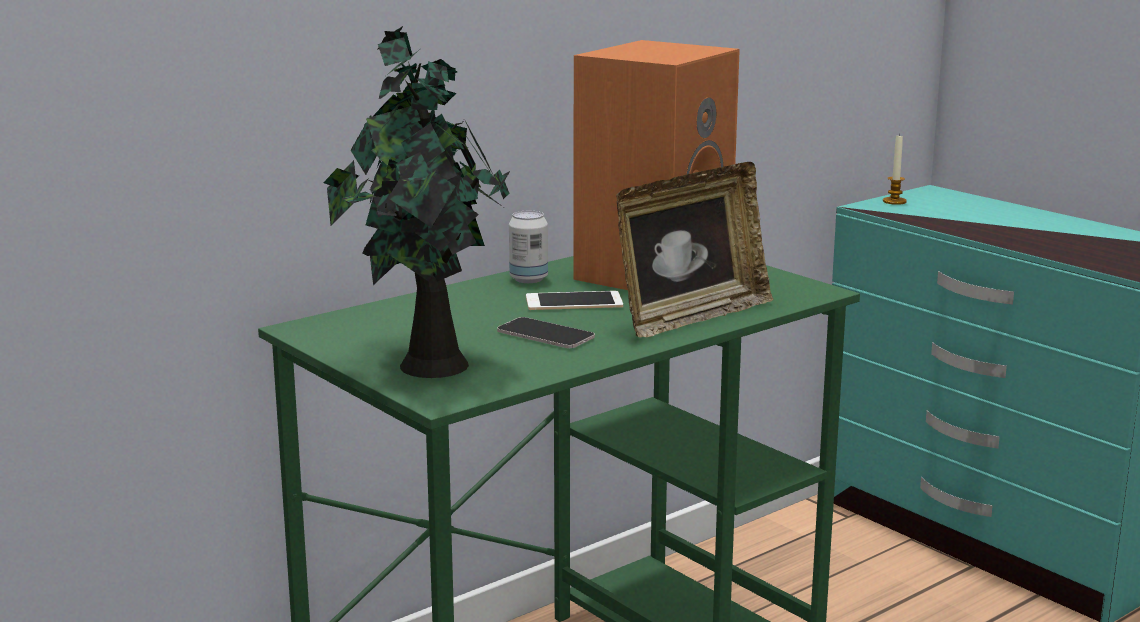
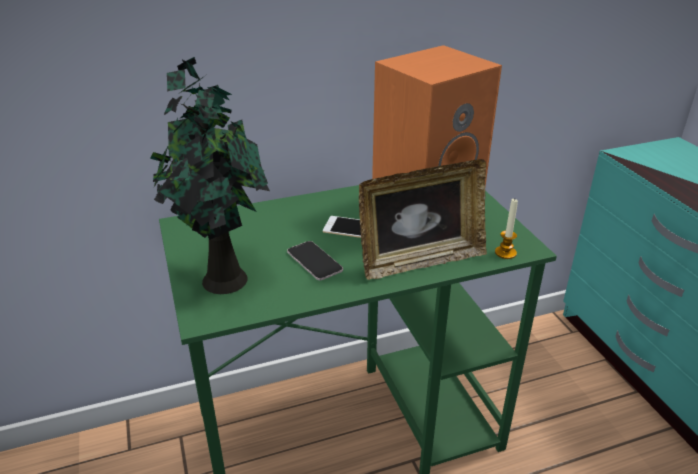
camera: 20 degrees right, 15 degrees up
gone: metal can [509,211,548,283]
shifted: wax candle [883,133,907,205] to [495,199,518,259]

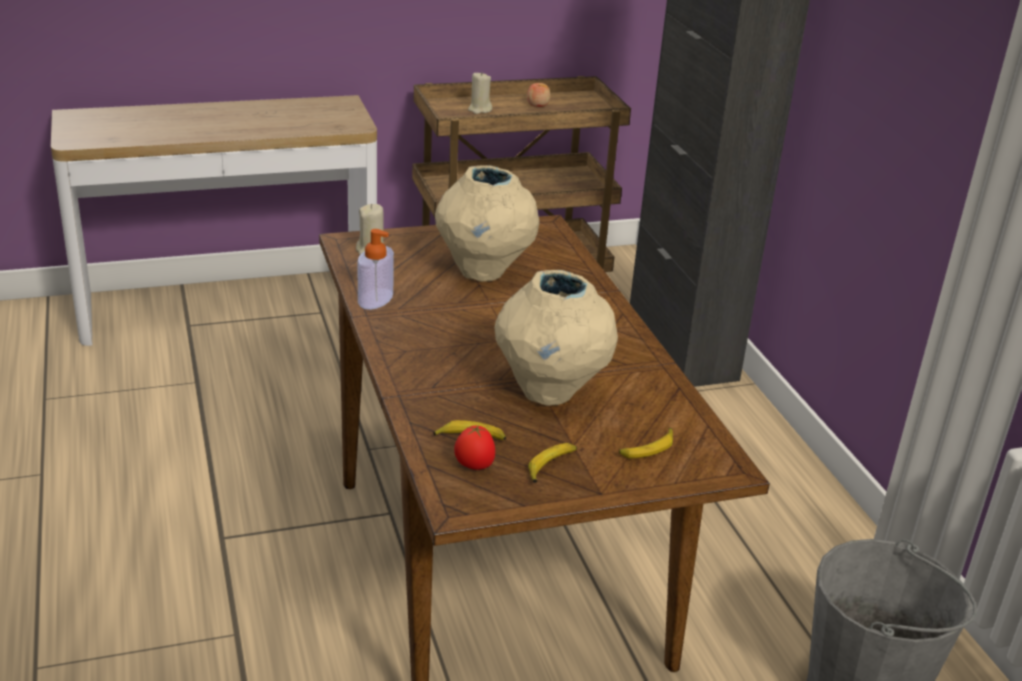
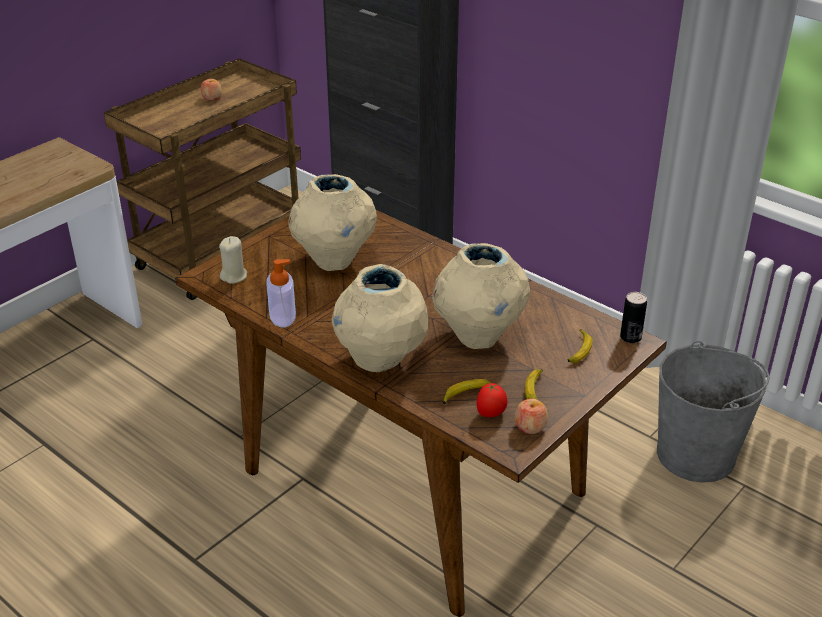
camera: 30 degrees left, 5 degrees up
gone: sand-coloured wax candle [468,72,492,114]
new: sand-coloured vase [332,264,428,372]; metal can [620,292,647,343]; apple fruit [515,398,548,434]

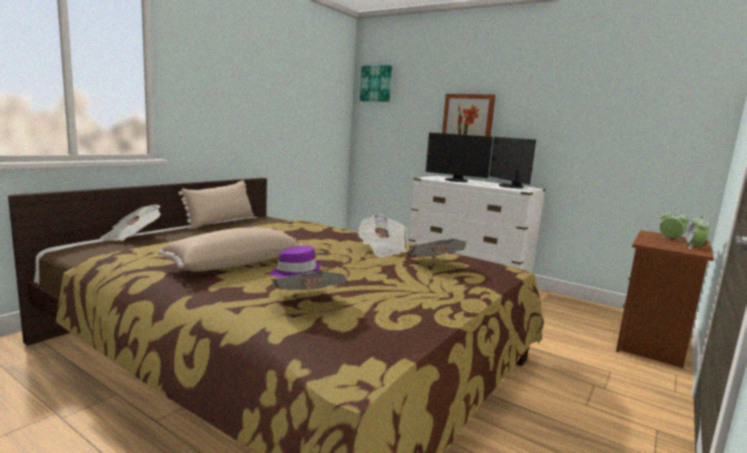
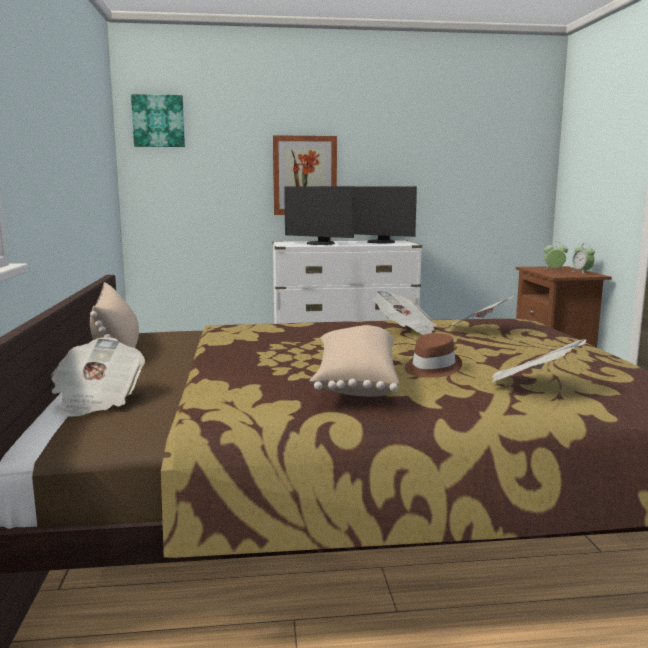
camera: 40 degrees left, 0 degrees up
repainted: purple-coloured wearable hat [270,246,321,278] to brown wearable hat [405,333,462,378]
rotated: monitor [426,133,493,182] = [284,186,354,245] 45 degrees clockwise

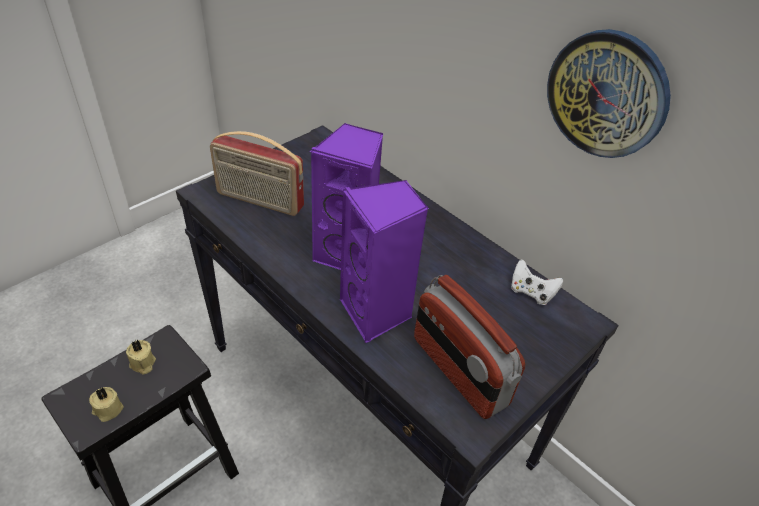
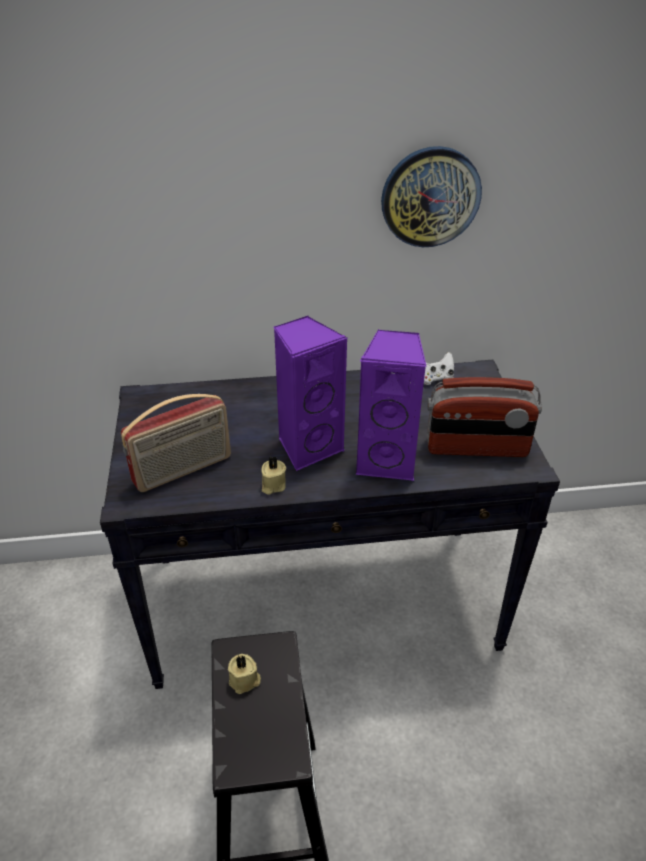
camera: 50 degrees left, 5 degrees down
shifted: sand-coloured wax candle [89,387,124,422] to [261,456,286,495]

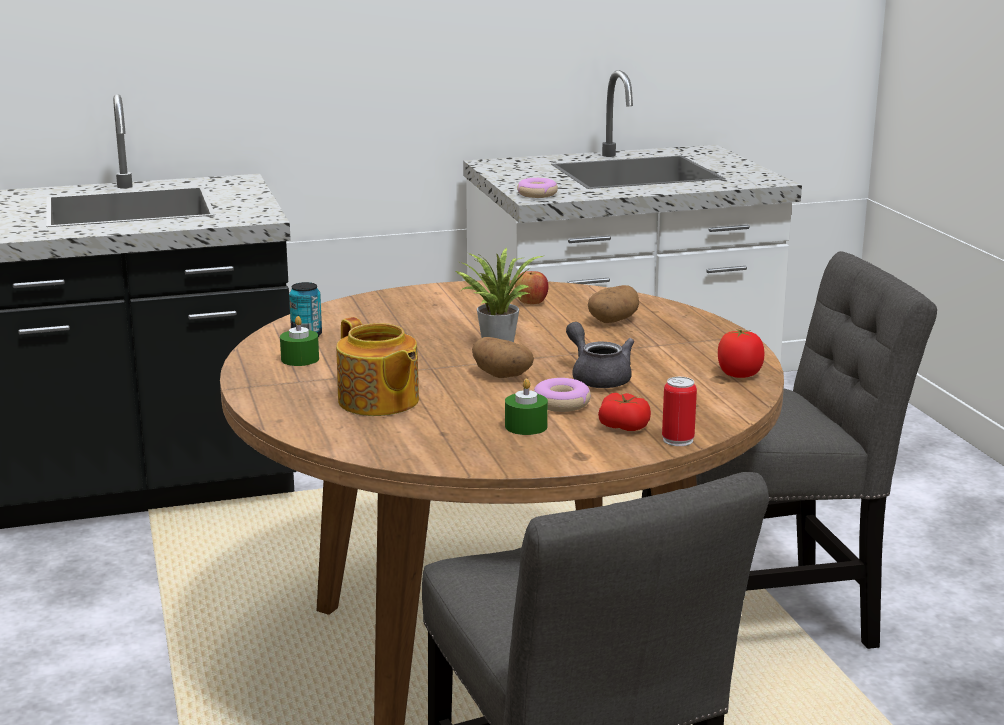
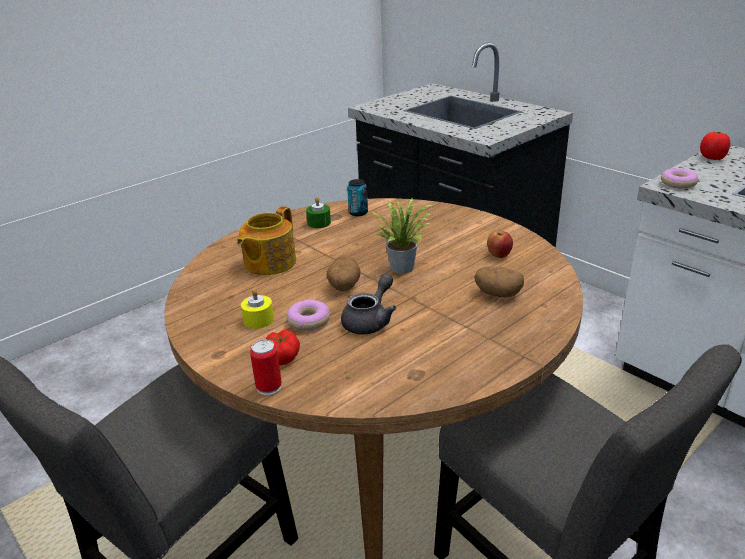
camera: 65 degrees right, 10 degrees up
shifted: fresh tomato [718,329,764,378] to [700,132,730,160]
repainted: green wax candle [505,379,548,435] to yellow-coloured wax candle [241,289,274,329]

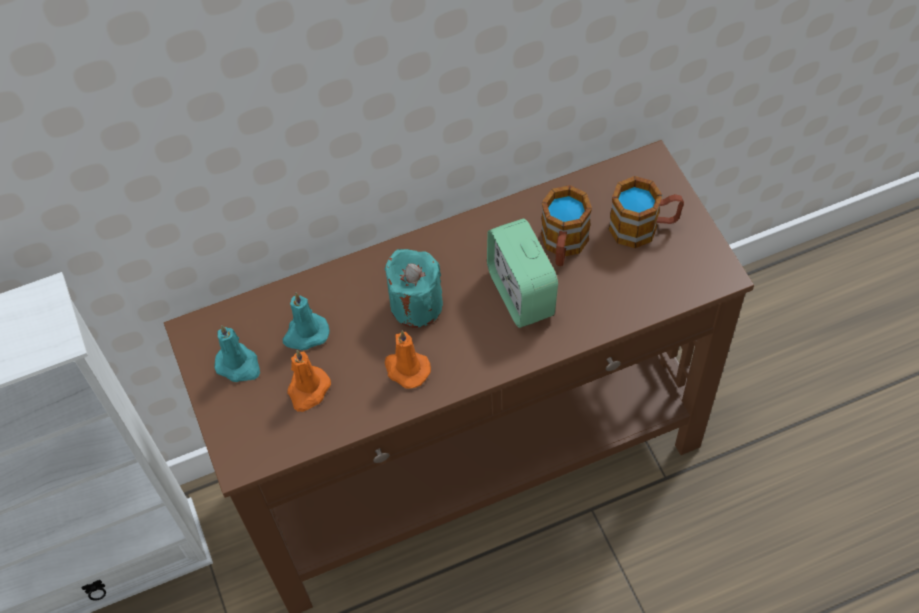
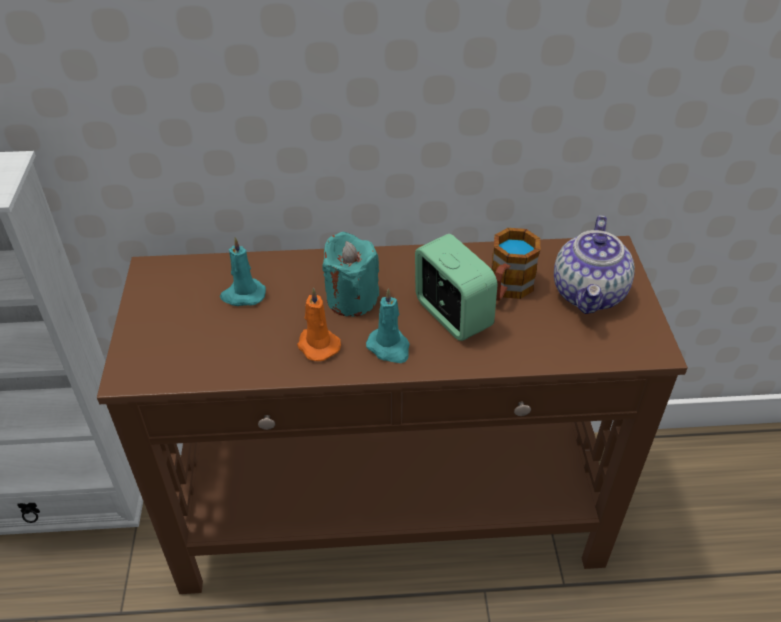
camera: 15 degrees right, 15 degrees down
gone: orangey wax candle [287,350,331,412]
shifted: turquoise-coloured wax candle [214,325,260,382] to [366,288,410,363]
swapped: tea mug [609,176,684,248] to tea pot [554,215,635,314]
rotated: bedside clock [487,219,558,328] = [415,234,498,341] 150 degrees clockwise

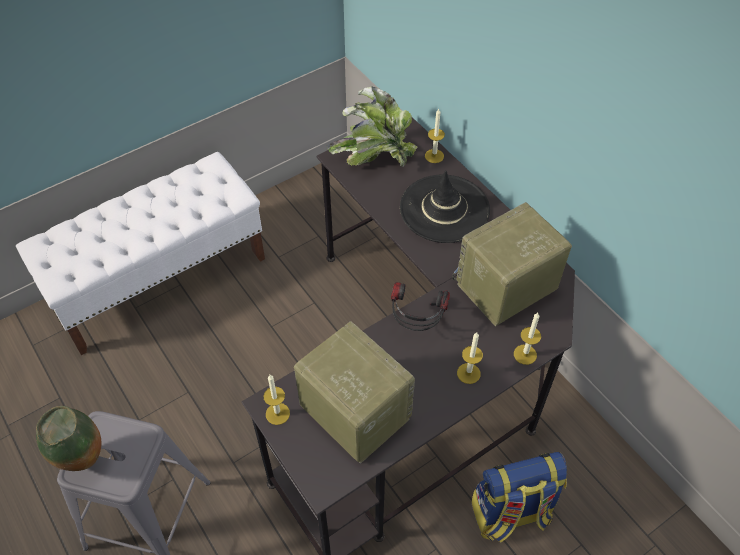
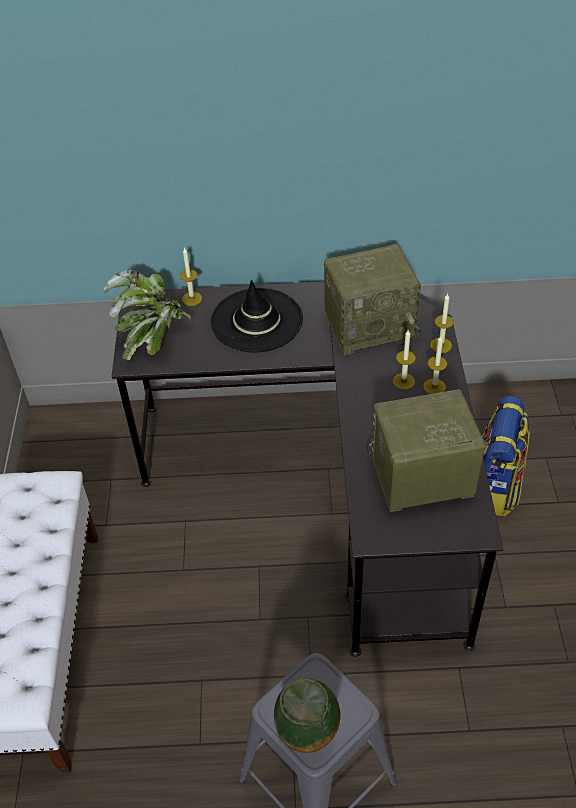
camera: 55 degrees left, 5 degrees down
gone: pair of headphones [391,282,450,331]
shifted: wax candle [263,375,290,425] to [393,330,416,390]
rotated: radio receiver [452,202,572,327] = [324,244,421,355] 105 degrees counterclockwise

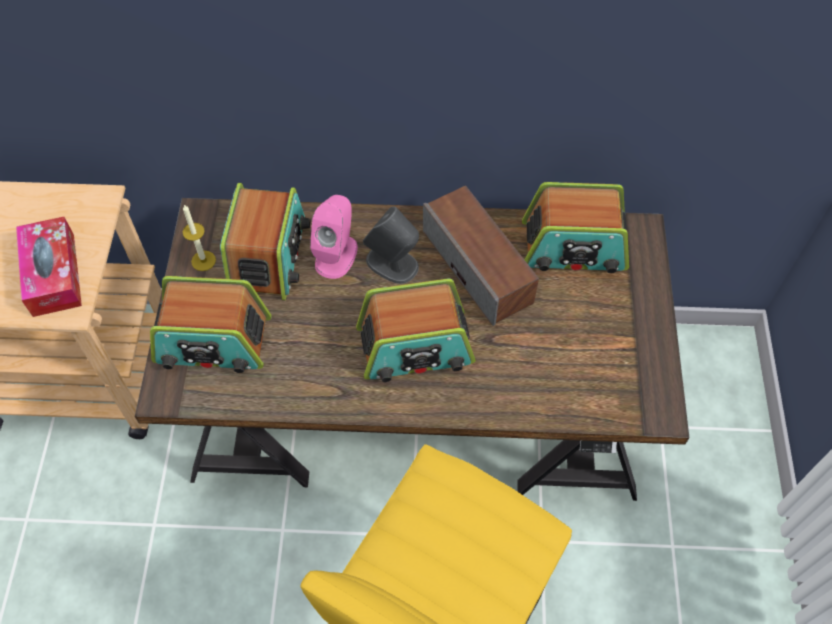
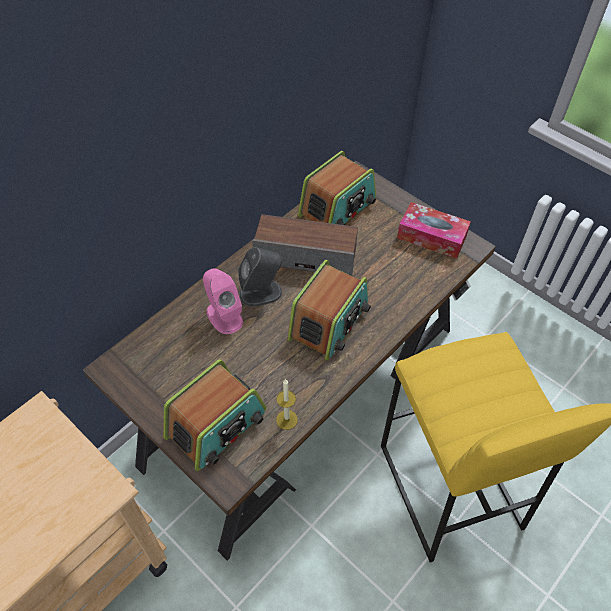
camera: 50 degrees left, 5 degrees down
gone: radio receiver [220,183,311,300]
shifted: wax candle [183,205,216,271] to [276,379,298,430]; box of tissues [16,217,82,317] to [397,202,471,259]

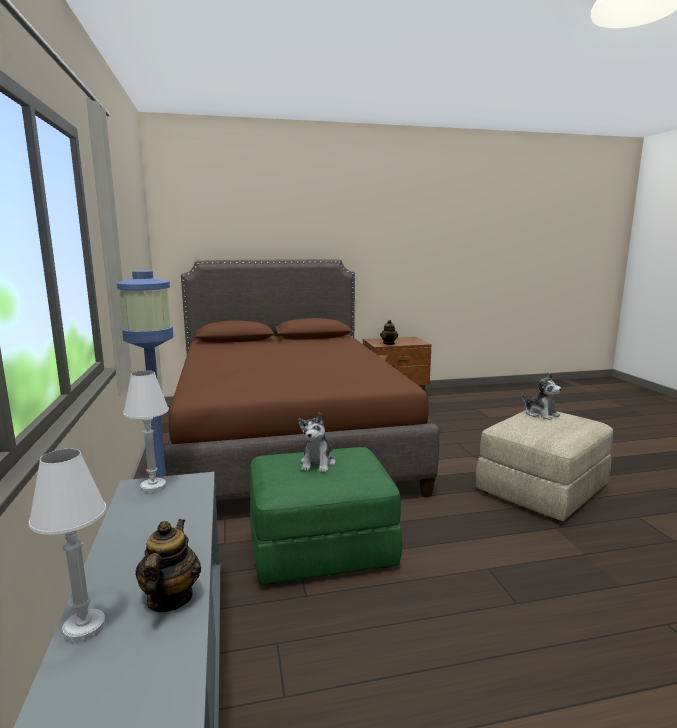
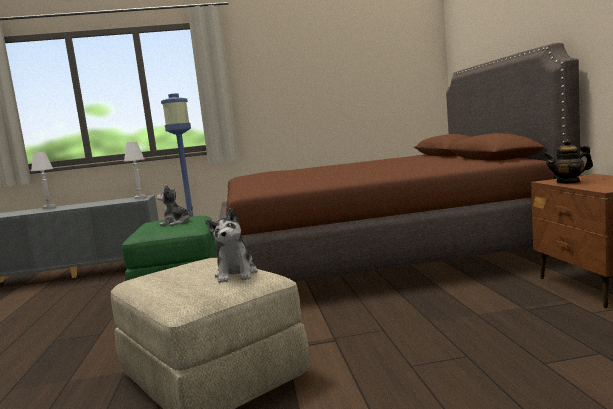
camera: 95 degrees right, 5 degrees down
gone: tea pot [135,519,201,612]
rotated: soft toy [522,373,562,420] = [205,208,258,283] 60 degrees counterclockwise

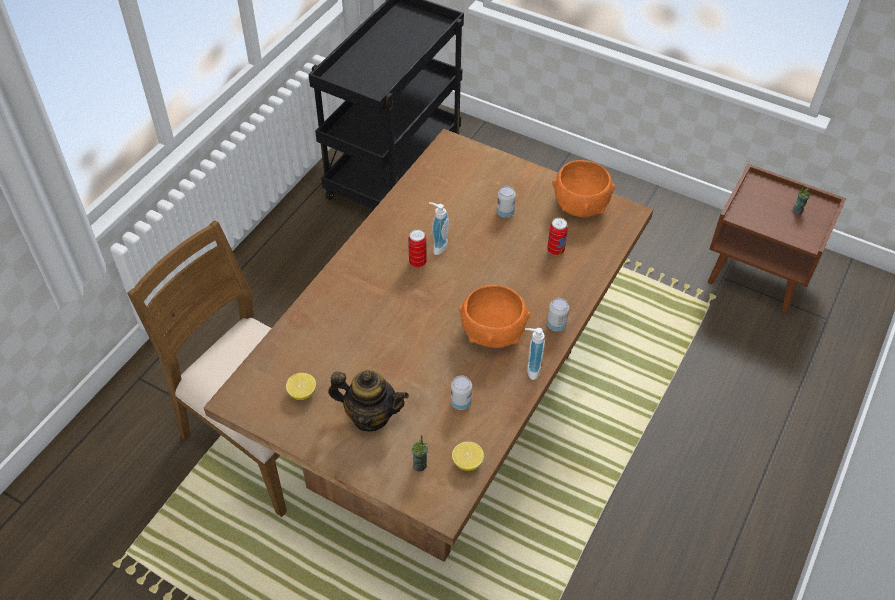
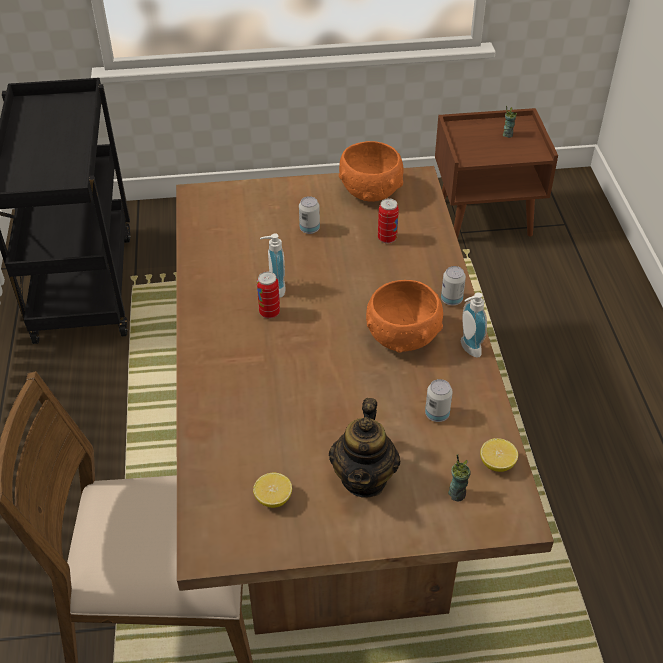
camera: 35 degrees left, 5 degrees down
rotated: tea pot [328,370,409,431] = [329,398,401,498] 120 degrees clockwise

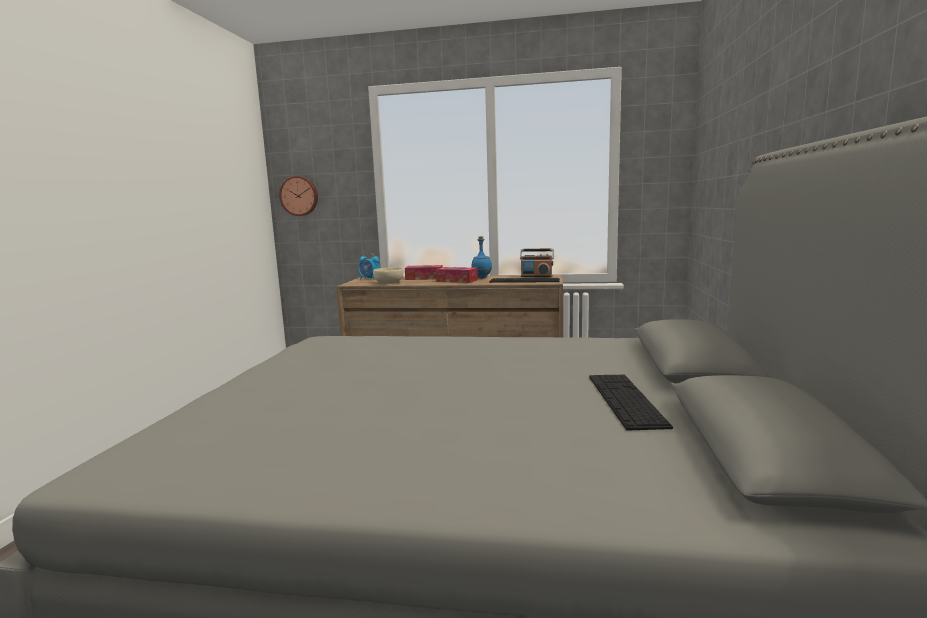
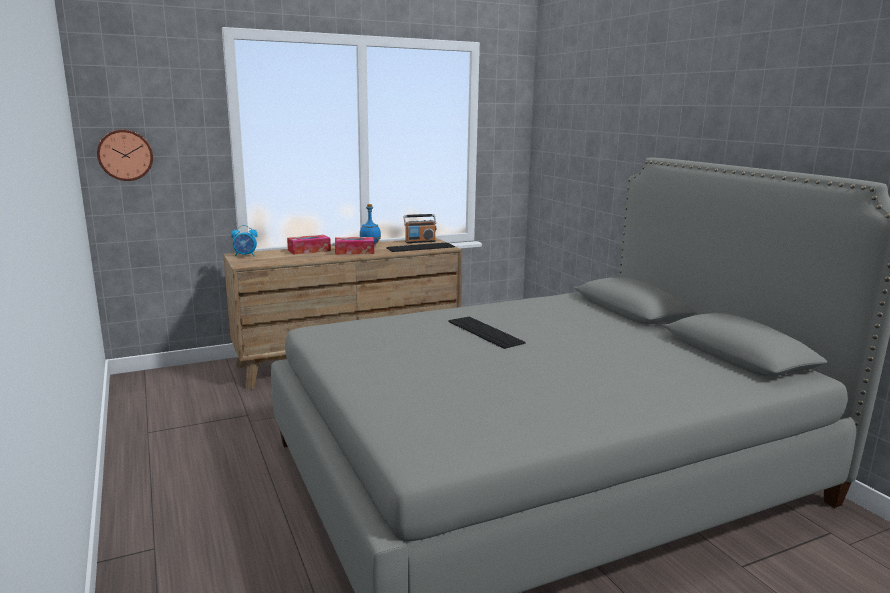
camera: 35 degrees left, 5 degrees up
gone: sand-coloured bowl [373,267,404,283]
shifted: keyboard [589,375,673,431] to [449,317,526,349]

